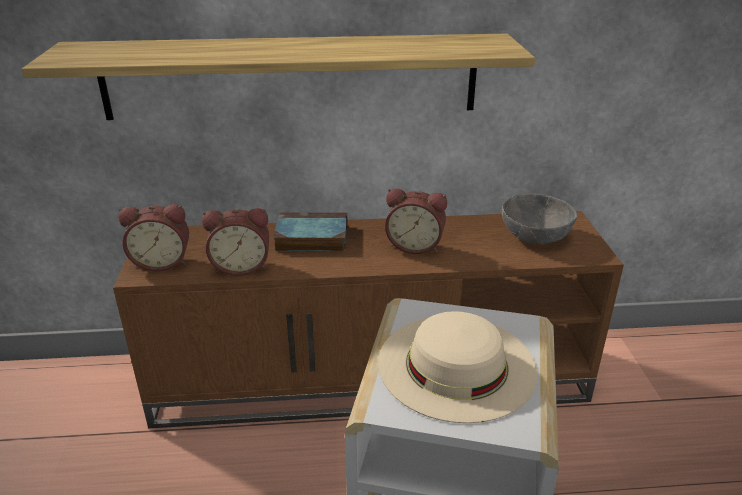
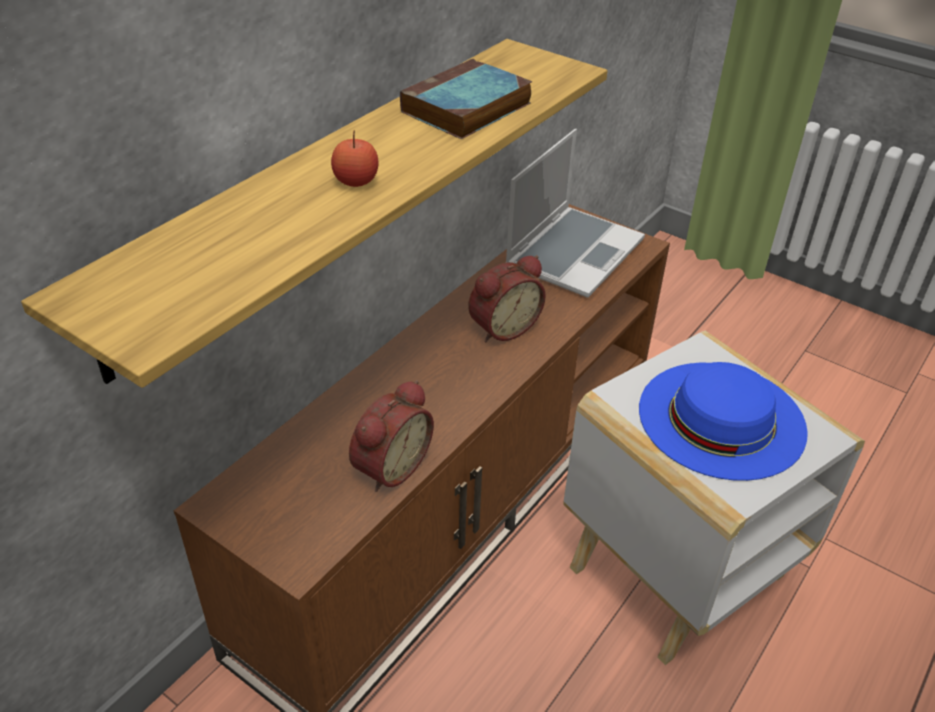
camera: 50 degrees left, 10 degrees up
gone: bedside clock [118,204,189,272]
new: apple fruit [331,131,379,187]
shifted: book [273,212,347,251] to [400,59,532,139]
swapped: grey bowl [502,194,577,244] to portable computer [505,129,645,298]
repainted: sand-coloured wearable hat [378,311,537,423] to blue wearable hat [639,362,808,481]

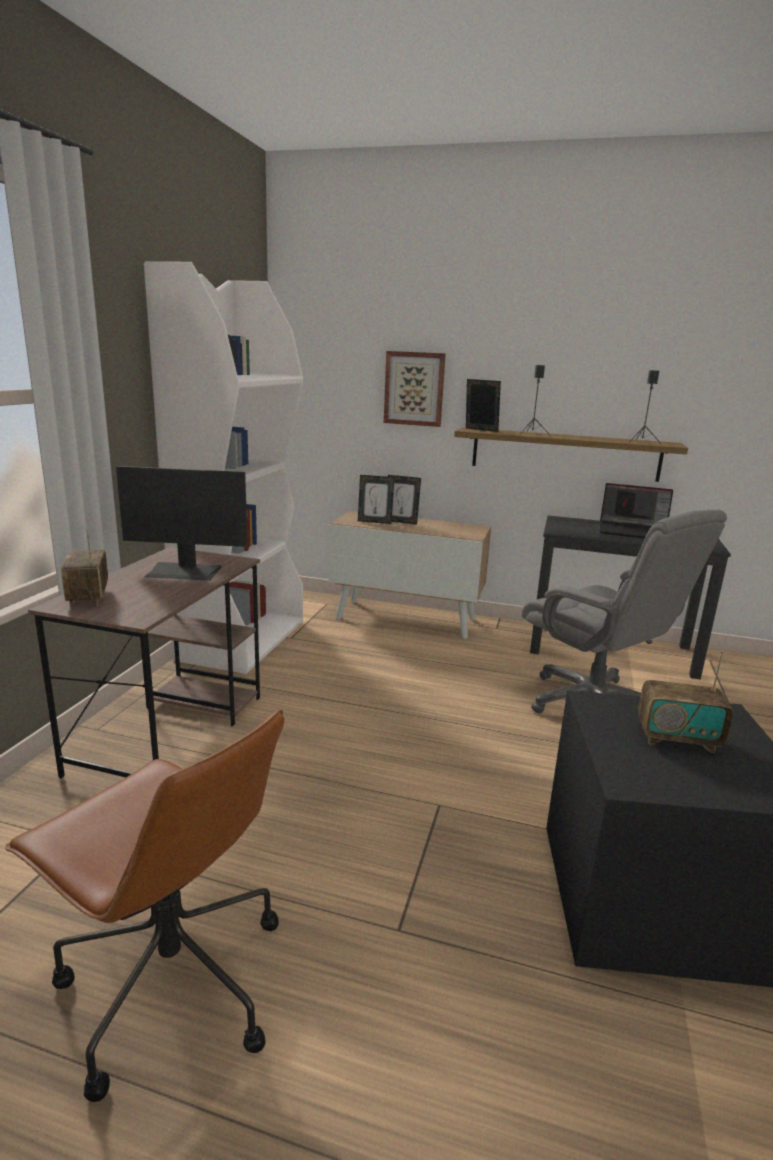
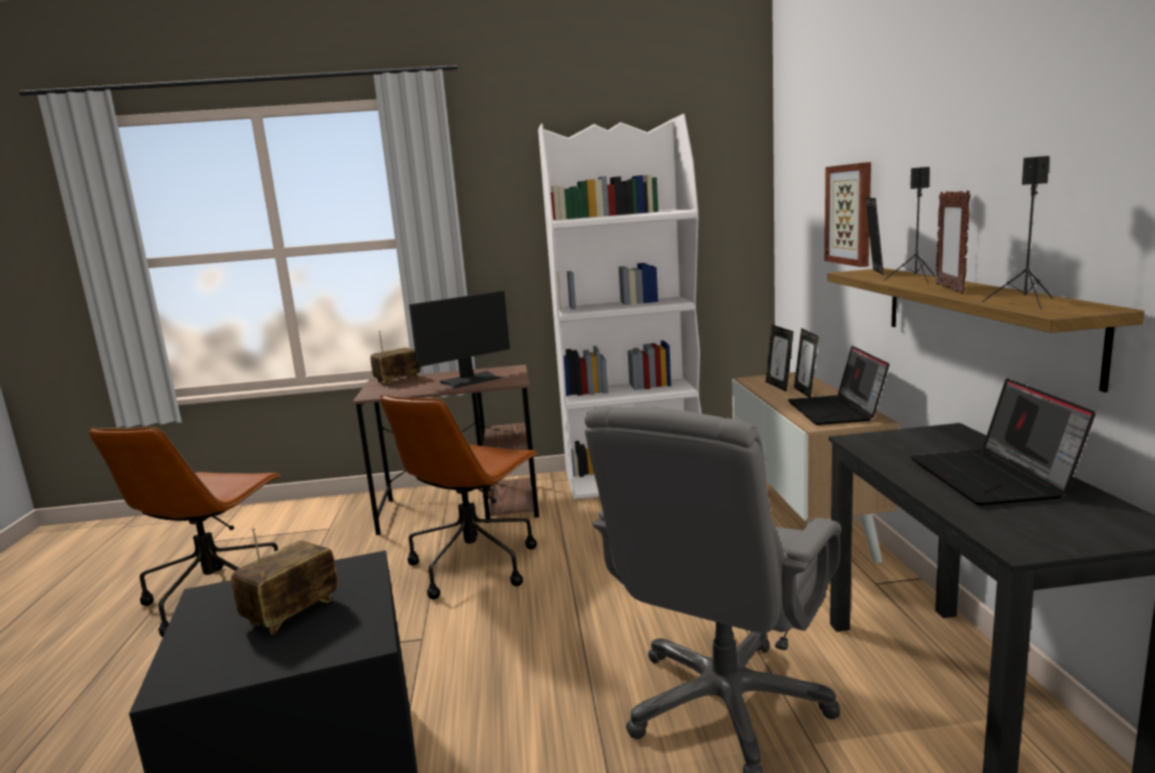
camera: 70 degrees right, 5 degrees down
new: photo frame [936,191,971,294]; portable computer [788,346,889,425]; brown computer chair [380,395,539,599]
rotated: monitor [116,466,247,581] = [409,291,510,389] 105 degrees counterclockwise; radio receiver [638,651,733,753] = [231,528,338,635] 45 degrees clockwise

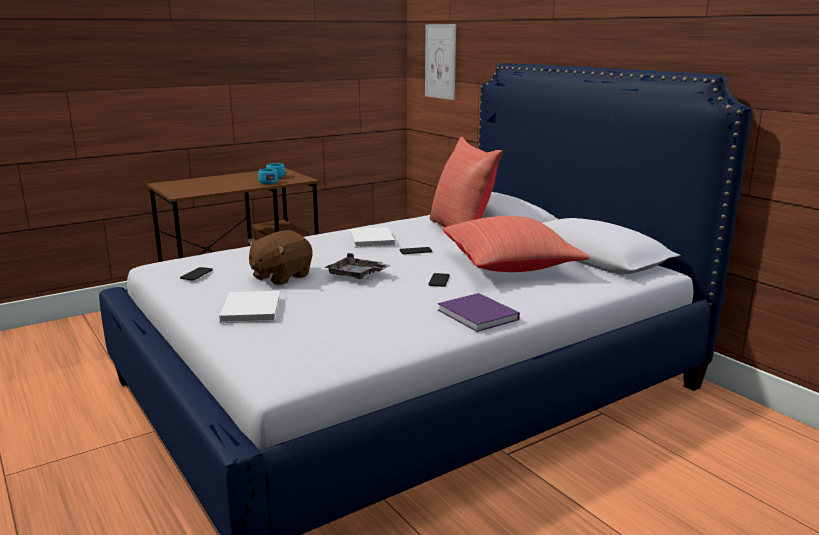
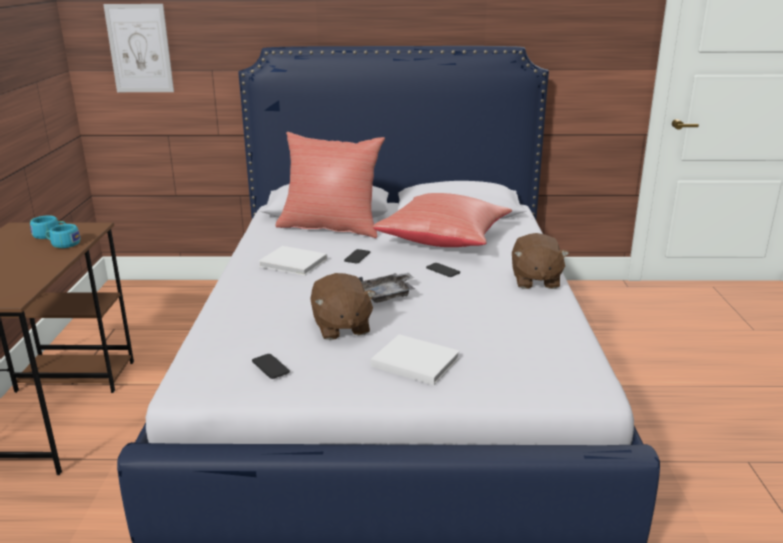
camera: 55 degrees left, 5 degrees up
swapped: purple-coloured book [438,293,520,332] to brown soft toy [512,233,569,289]

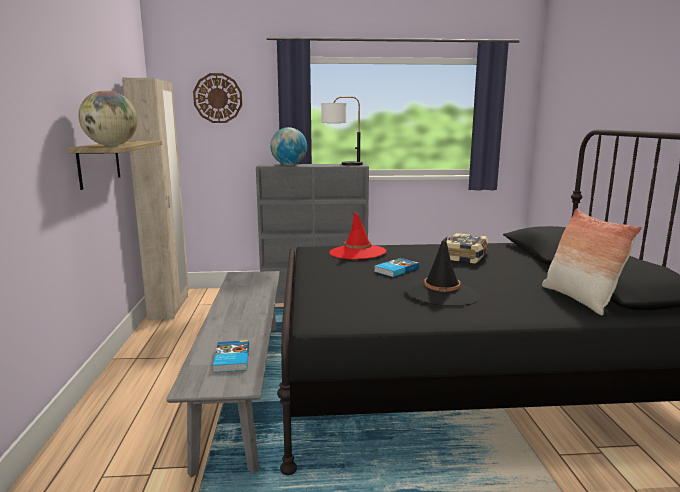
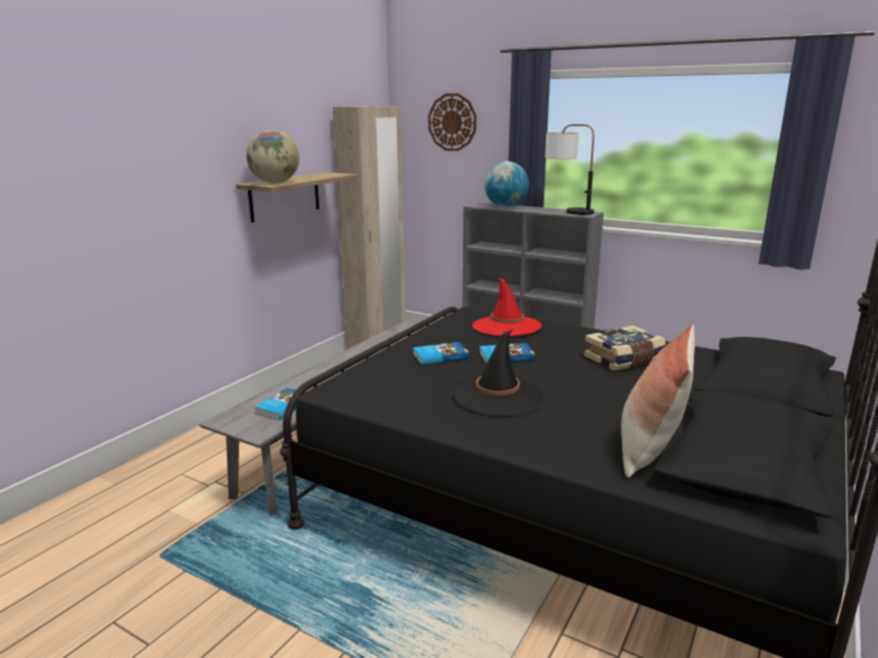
camera: 35 degrees right, 5 degrees up
new: book [413,342,469,365]

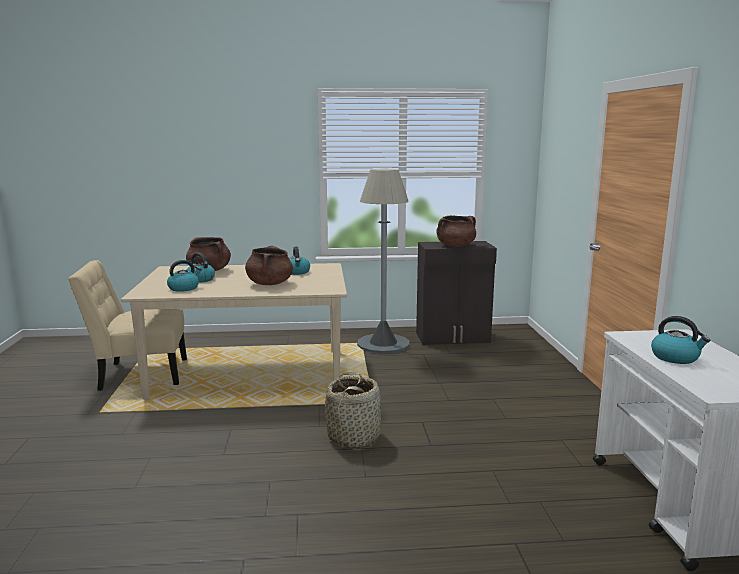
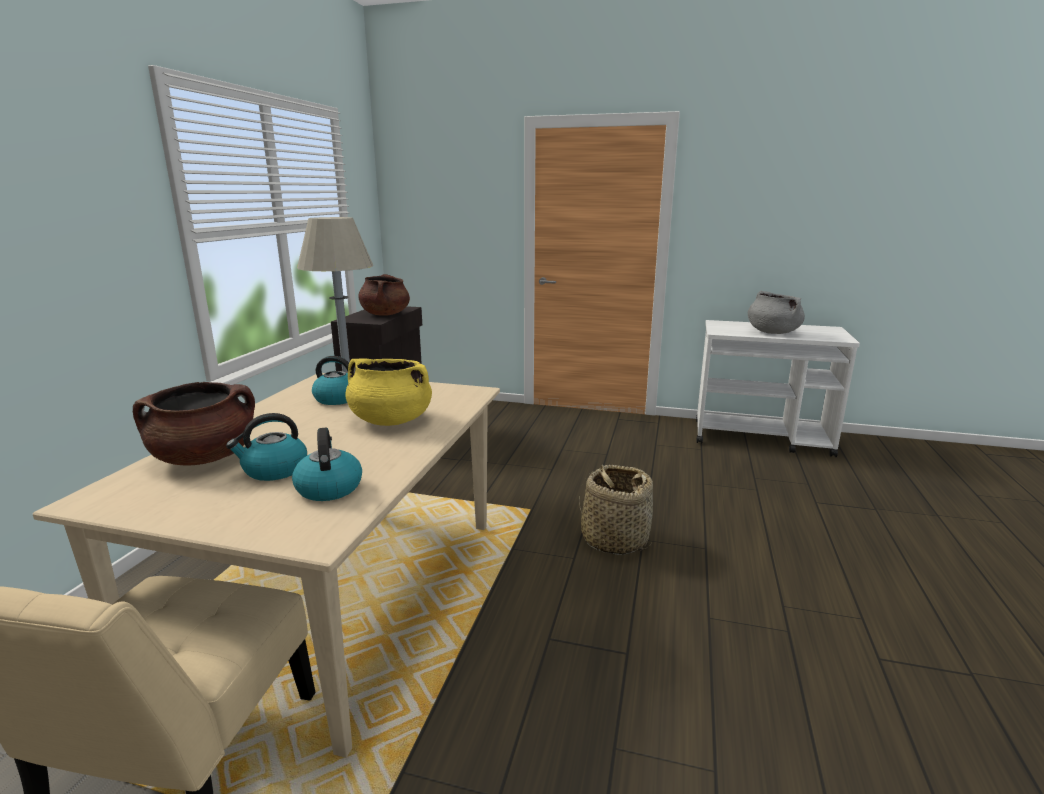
camera: 70 degrees left, 5 degrees up
swapped: kettle [651,316,710,364] to grey stockpot [748,291,805,334]
repainted: brown stockpot [245,246,293,285] to yellow-coloured stockpot [345,358,432,426]

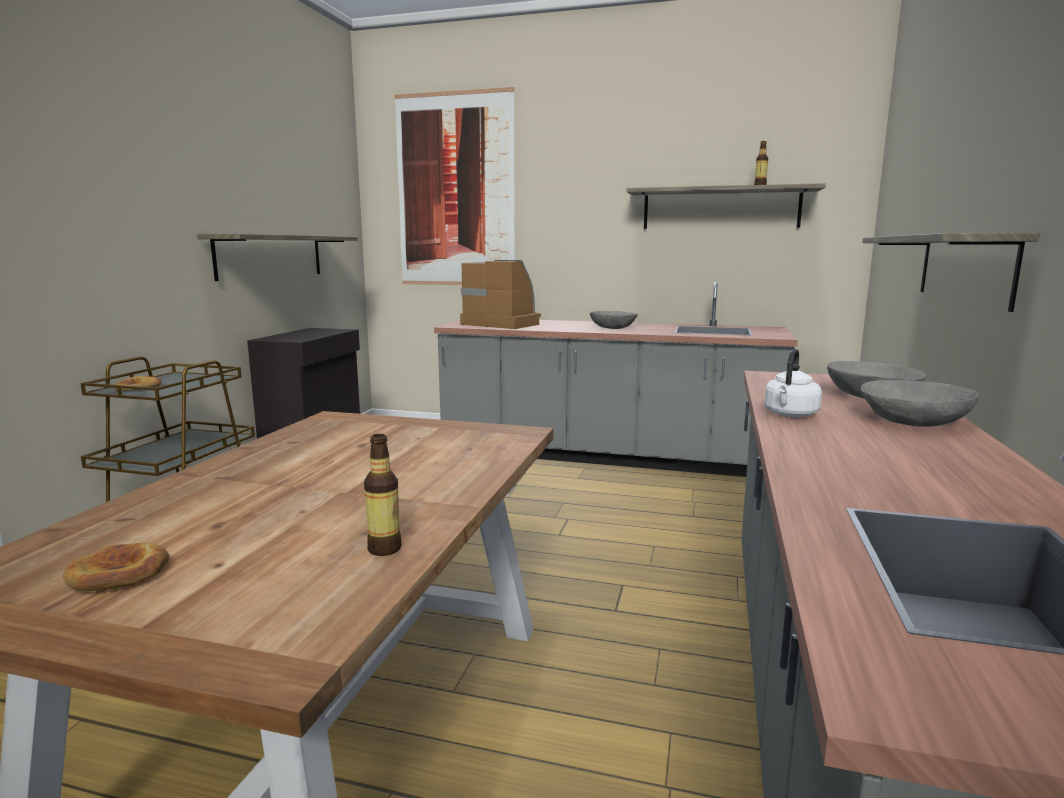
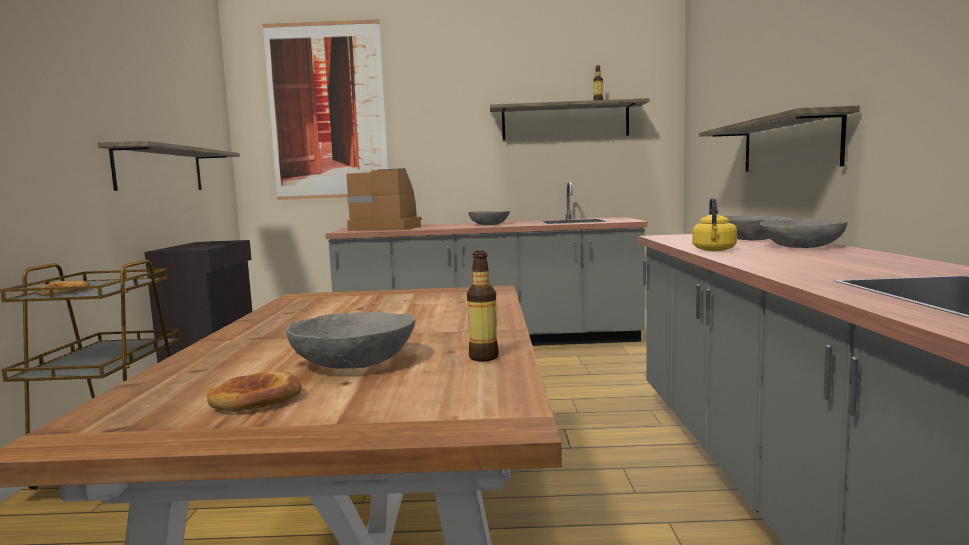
camera: 15 degrees left, 5 degrees down
new: grey bowl [286,312,415,369]
repainted: white-coloured kettle [764,349,822,417] to yellow-coloured kettle [692,198,737,251]

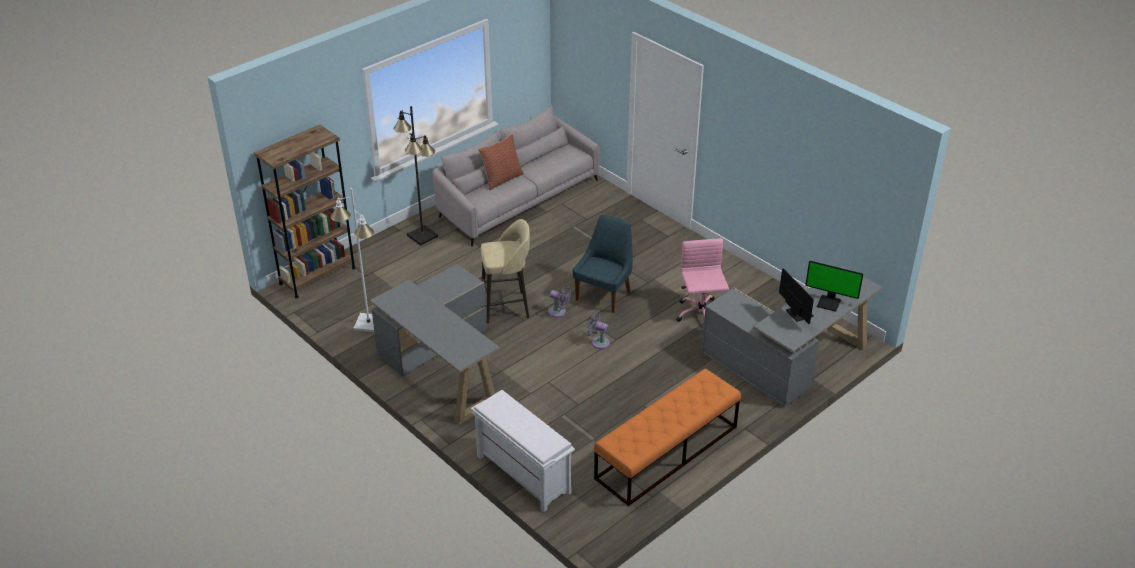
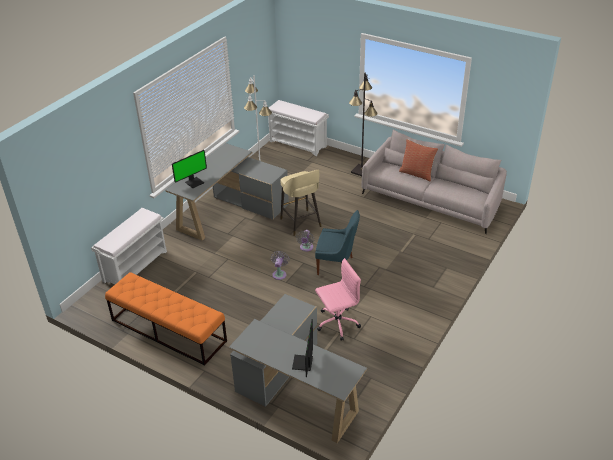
camera: 75 degrees right, 0 degrees up
shifted: monitor [779,268,814,324] to [172,150,207,188]
swapped: brown bookcase [254,125,356,298] to white-coloured bench [268,100,329,156]

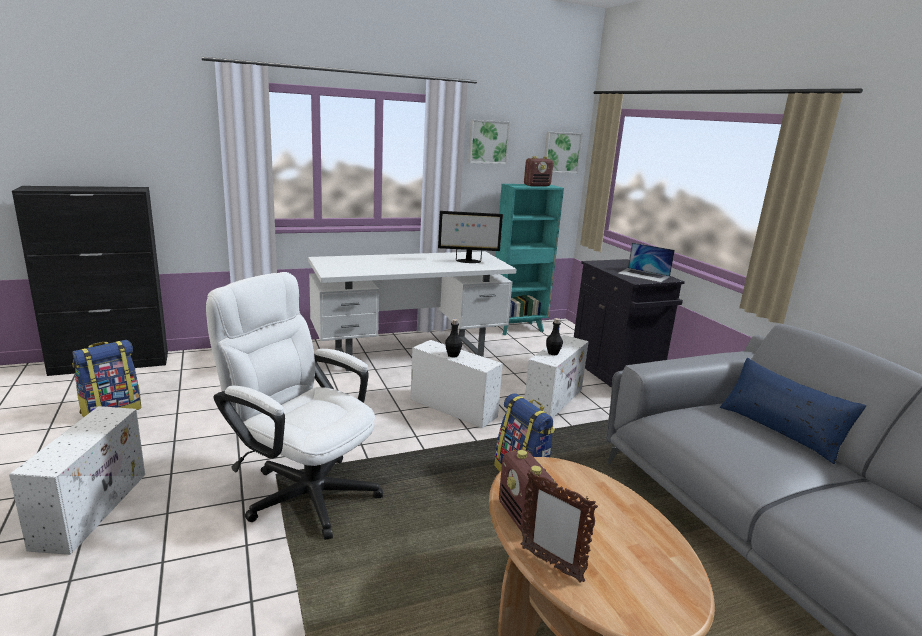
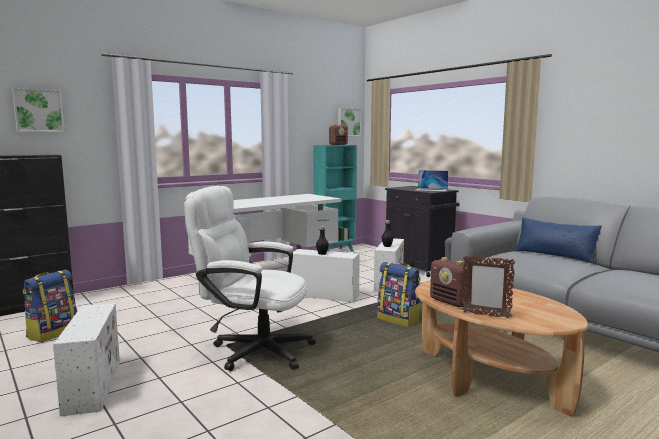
camera: 15 degrees left, 10 degrees down
gone: monitor [438,211,503,263]
shifted: picture [468,120,510,164] to [12,88,64,132]

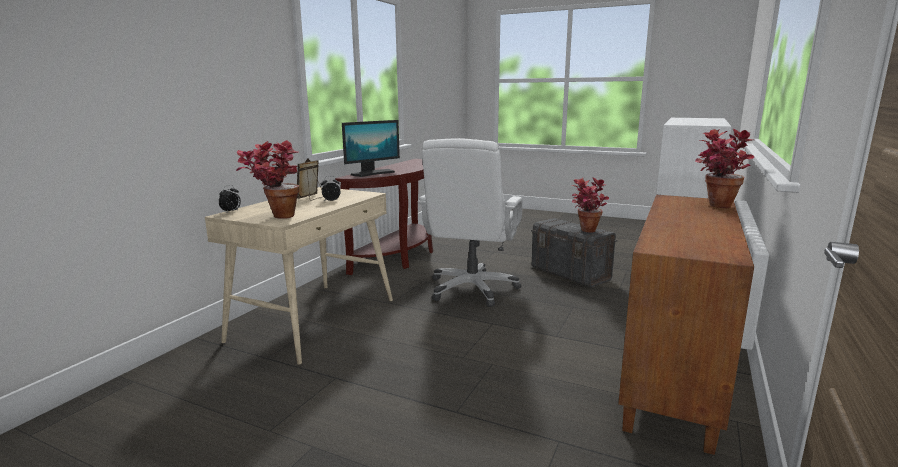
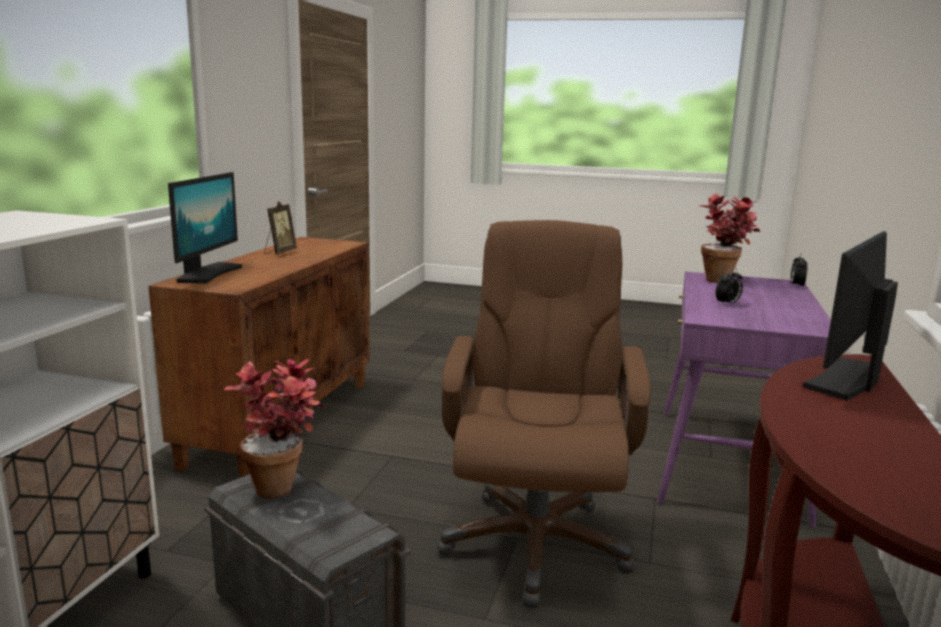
camera: 170 degrees right, 0 degrees up
shifted: photo frame [297,158,322,201] to [264,201,297,254]
swapped: potted plant [695,128,754,208] to monitor [168,172,242,284]
repainted: white-coloured computer chair [418,138,523,307] to brown computer chair [437,220,651,608]; sand-coloured desk [205,187,393,365] to purple-coloured desk [657,272,831,528]

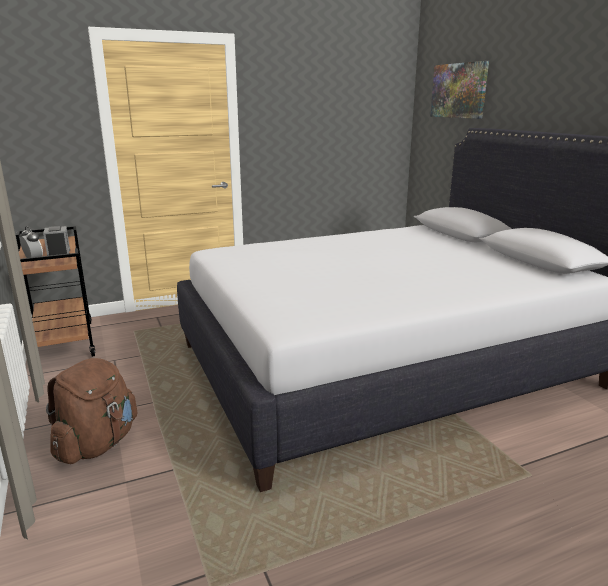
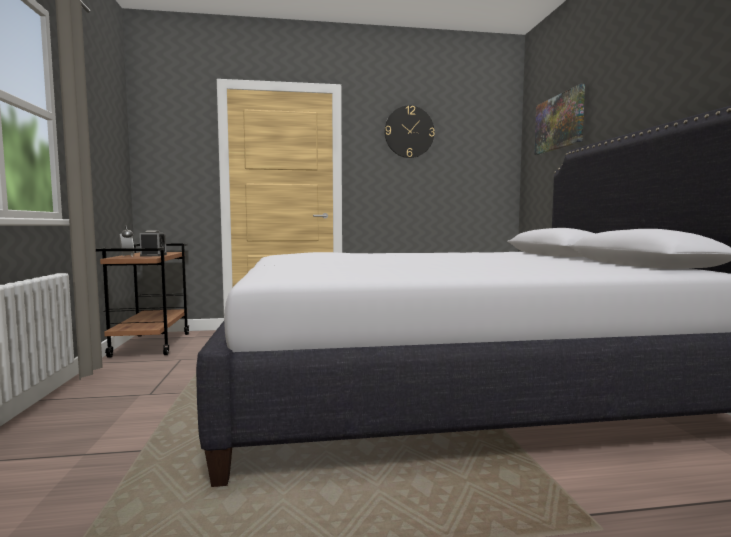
camera: 15 degrees right, 15 degrees down
gone: brown rucksack [46,358,137,464]
new: hanging clock [384,105,435,158]

